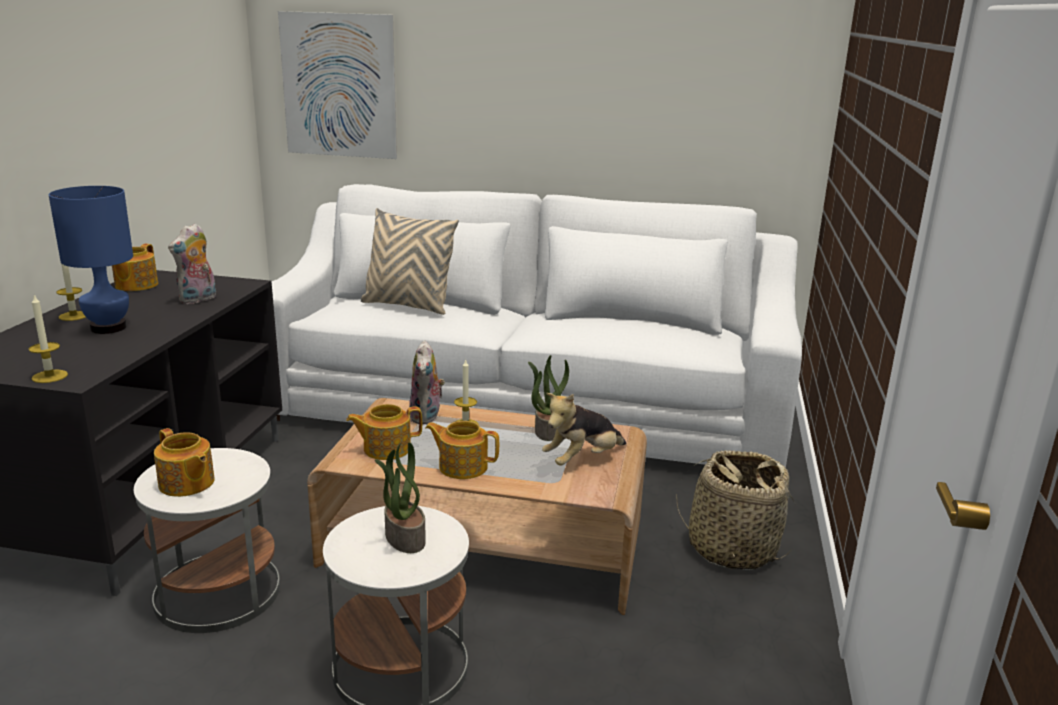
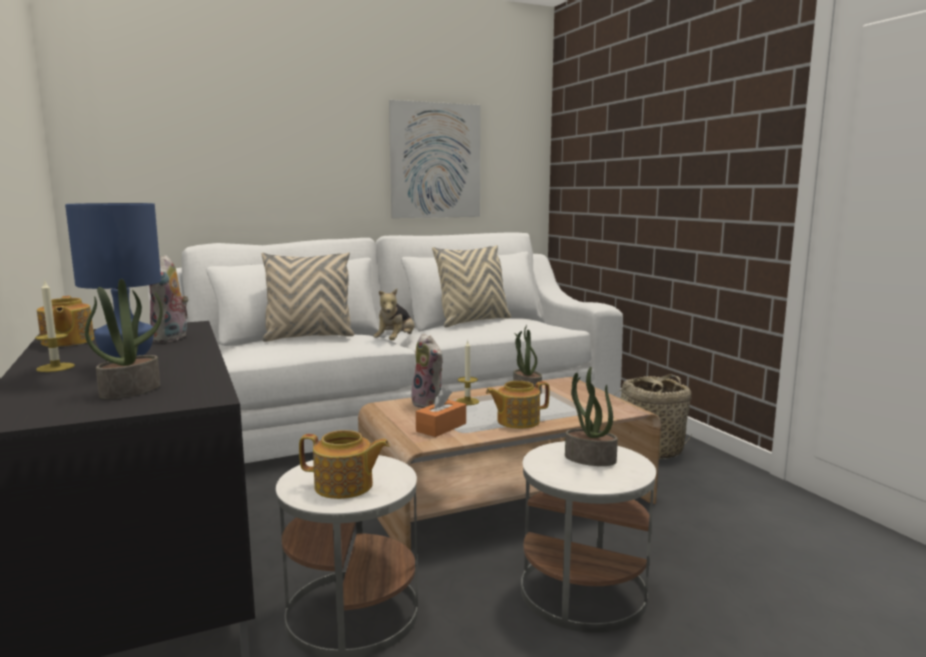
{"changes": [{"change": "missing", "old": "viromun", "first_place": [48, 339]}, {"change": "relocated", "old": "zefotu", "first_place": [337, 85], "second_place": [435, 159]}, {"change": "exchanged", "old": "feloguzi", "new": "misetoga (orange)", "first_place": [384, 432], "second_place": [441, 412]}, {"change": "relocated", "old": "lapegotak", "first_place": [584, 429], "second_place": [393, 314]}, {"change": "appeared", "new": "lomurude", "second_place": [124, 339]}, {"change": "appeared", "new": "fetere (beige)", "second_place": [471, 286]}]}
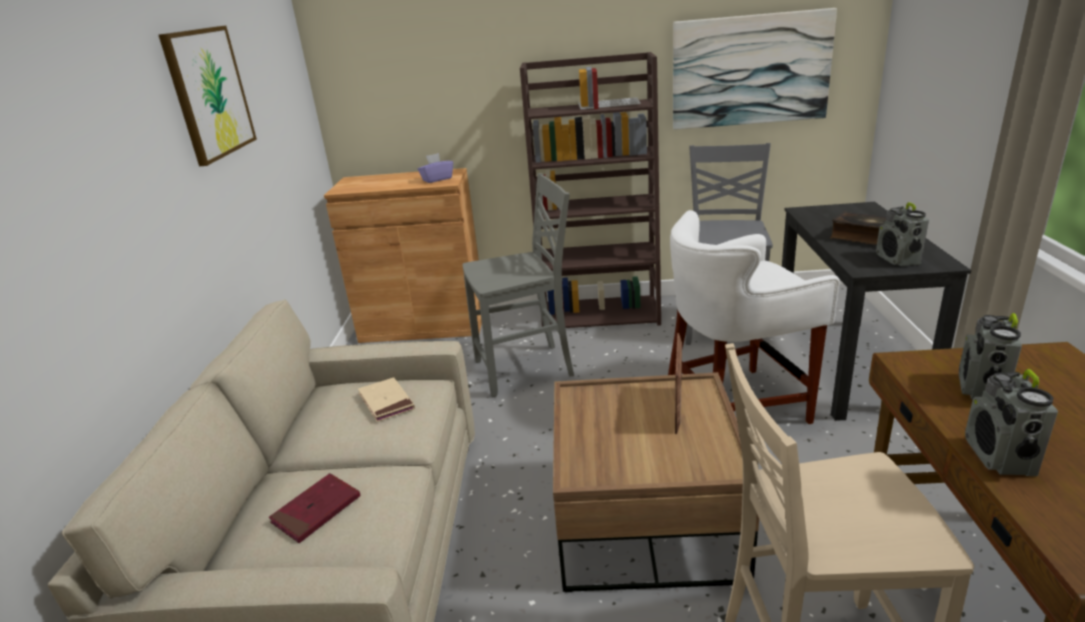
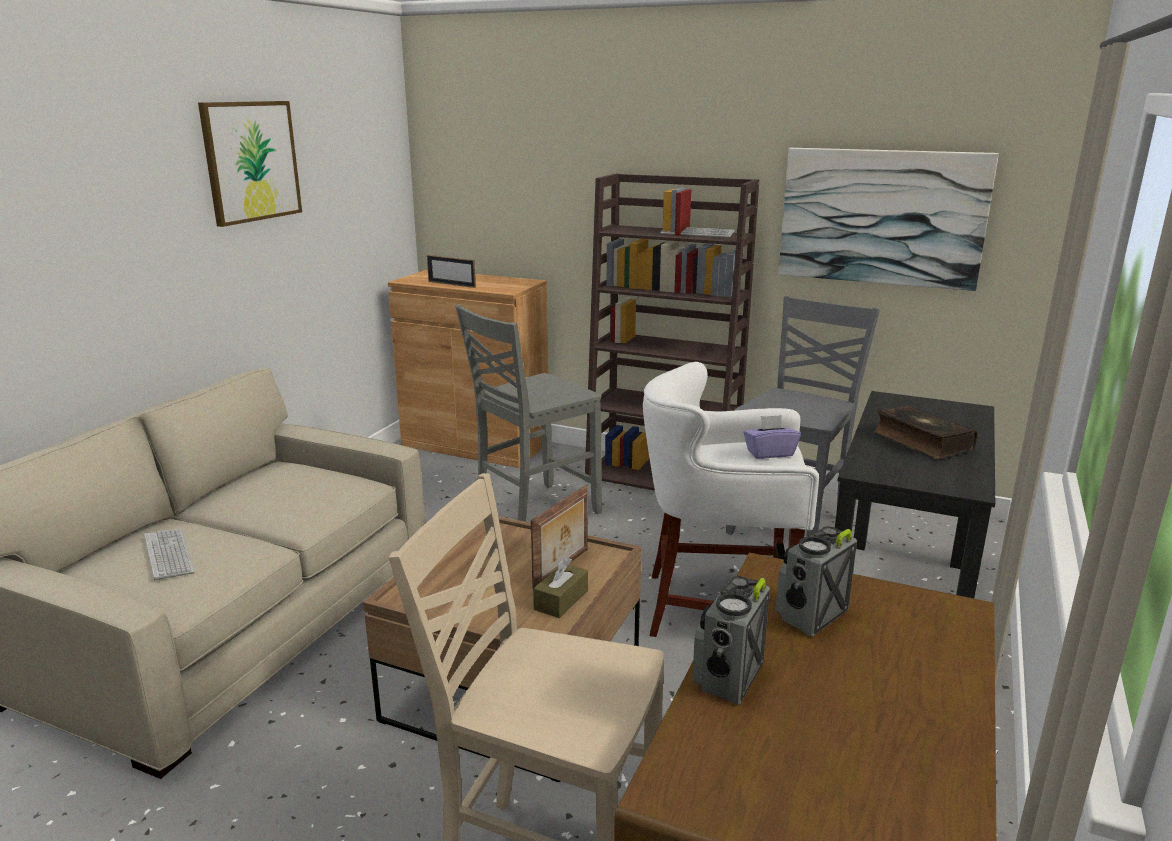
{"changes": [{"change": "exchanged", "old": "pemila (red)", "new": "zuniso", "first_place": [315, 508], "second_place": [169, 554]}, {"change": "missing", "old": "pemila (beige)", "first_place": [386, 400]}, {"change": "relocated", "old": "misetoga (purple)", "first_place": [435, 168], "second_place": [772, 437]}, {"change": "spun", "old": "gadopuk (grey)", "first_place": [518, 285], "second_place": [528, 413], "degrees": 135}, {"change": "missing", "old": "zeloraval", "first_place": [902, 234]}, {"change": "appeared", "new": "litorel", "second_place": [451, 271]}, {"change": "appeared", "new": "misetoga (brown)", "second_place": [560, 587]}]}
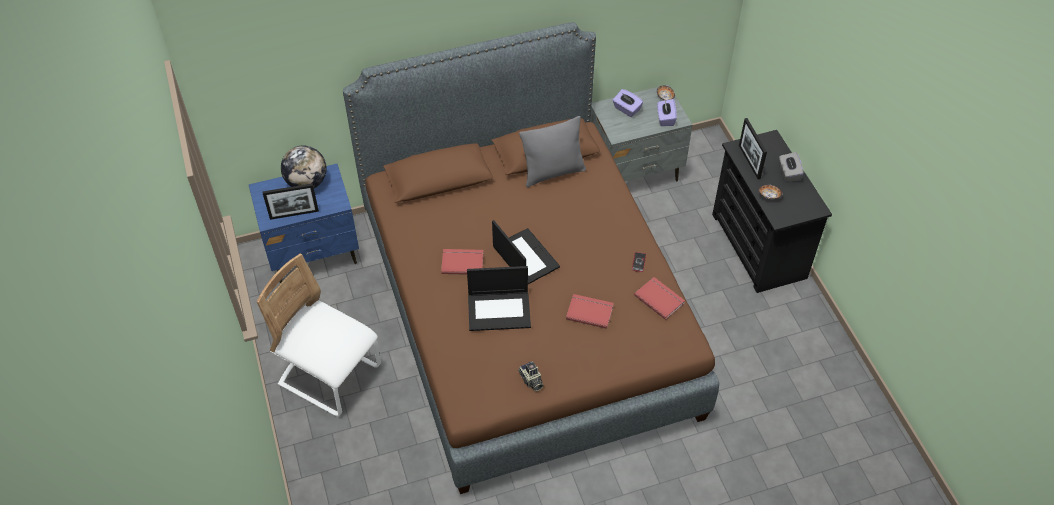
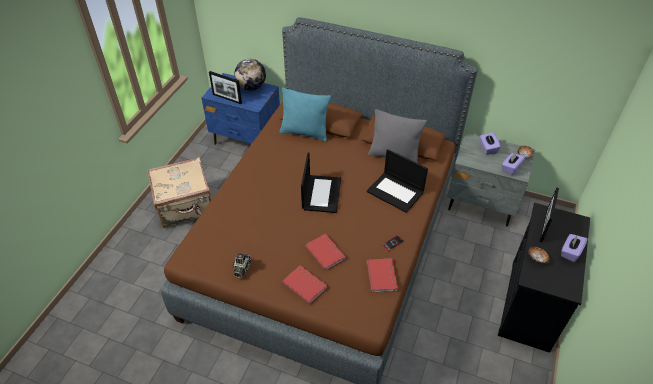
{"changes": [{"change": "exchanged", "old": "gadopuk (white)", "new": "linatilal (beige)", "first_place": [319, 335], "second_place": [179, 192]}, {"change": "relocated", "old": "pemila (red)", "first_place": [462, 262], "second_place": [304, 284]}, {"change": "relocated", "old": "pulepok", "first_place": [499, 298], "second_place": [397, 181]}, {"change": "colour", "old": "misetoga (grey)", "new": "misetoga (purple)", "first_place": [791, 167], "second_place": [574, 248]}, {"change": "appeared", "new": "fetere (turquoise)", "second_place": [305, 114]}]}
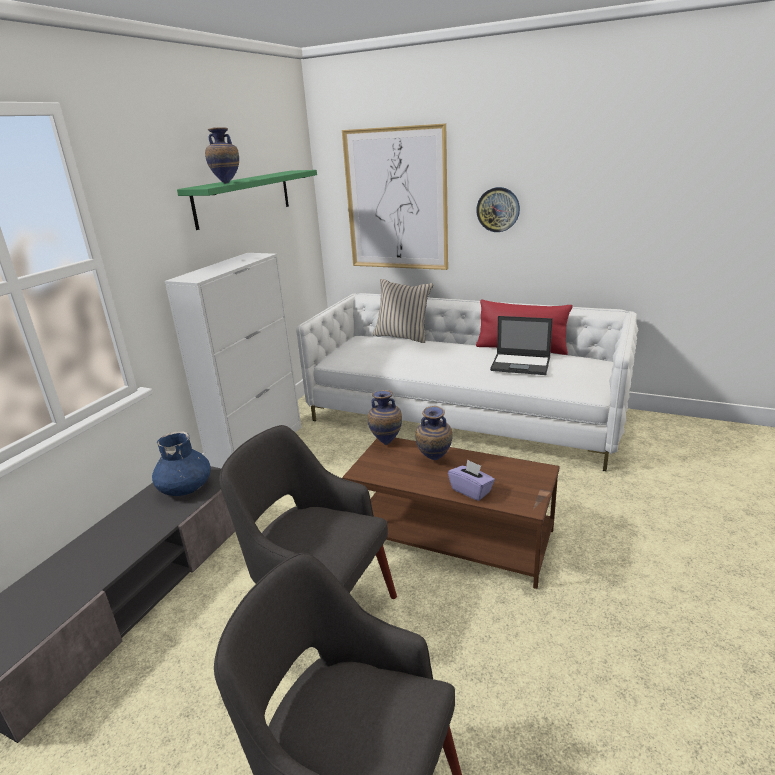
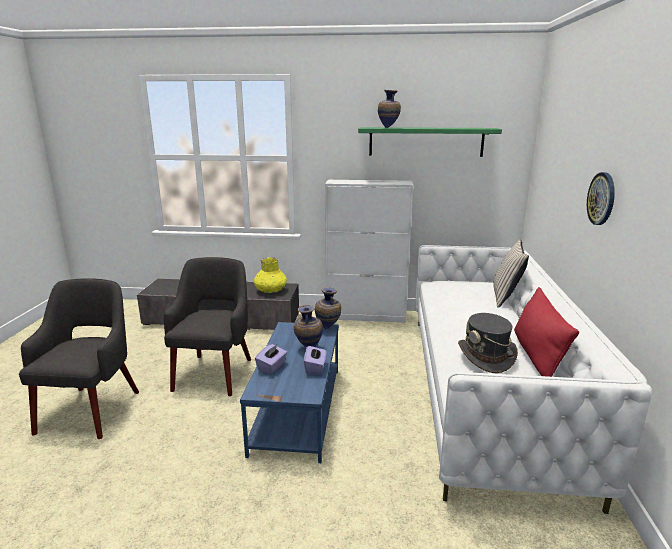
{"changes": [{"change": "colour", "old": "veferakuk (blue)", "new": "veferakuk (yellow)", "first_place": [181, 463], "second_place": [270, 275]}, {"change": "missing", "old": "zefotu", "first_place": [395, 196]}, {"change": "colour", "old": "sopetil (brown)", "new": "sopetil (blue)", "first_place": [451, 513], "second_place": [289, 392]}, {"change": "exchanged", "old": "pulepok", "new": "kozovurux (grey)", "first_place": [521, 345], "second_place": [488, 343]}, {"change": "appeared", "new": "misetoga (purple)", "second_place": [315, 360]}]}
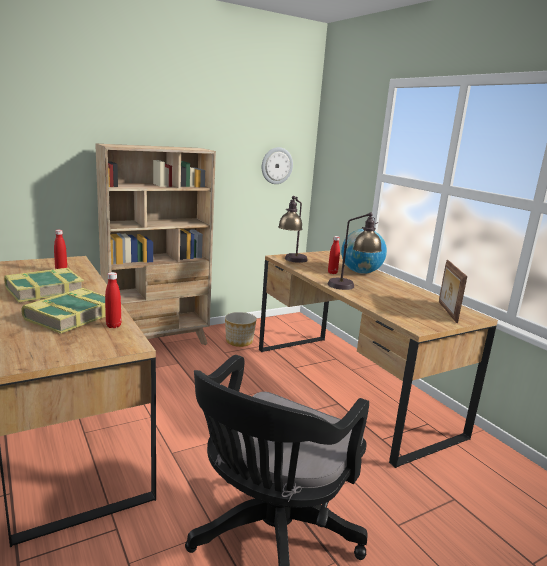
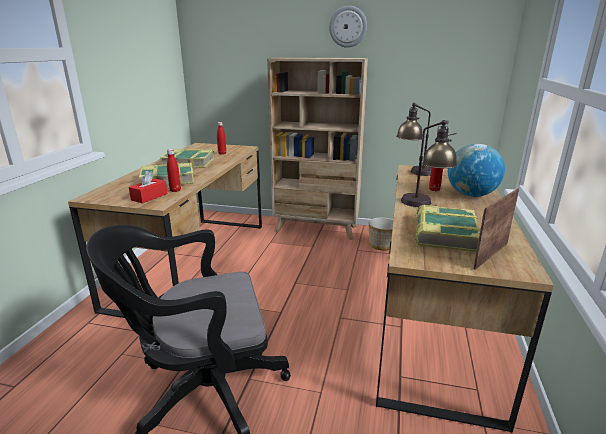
{"changes": [{"change": "relocated", "old": "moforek", "first_place": [277, 165], "second_place": [348, 27]}, {"change": "appeared", "new": "misetoga (red)", "second_place": [148, 187]}, {"change": "appeared", "new": "pemila", "second_place": [447, 228]}]}
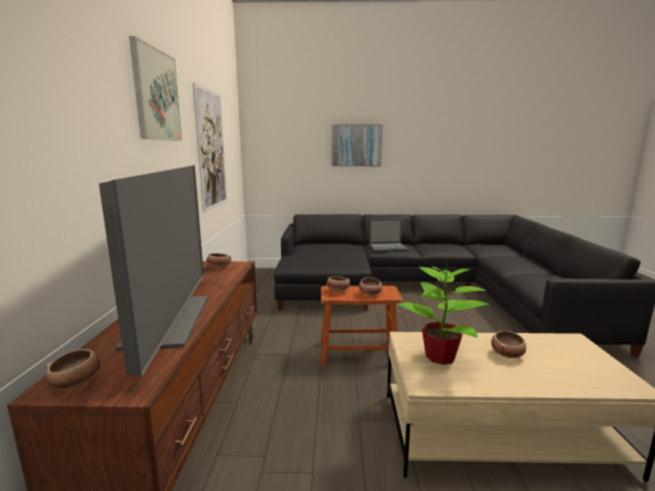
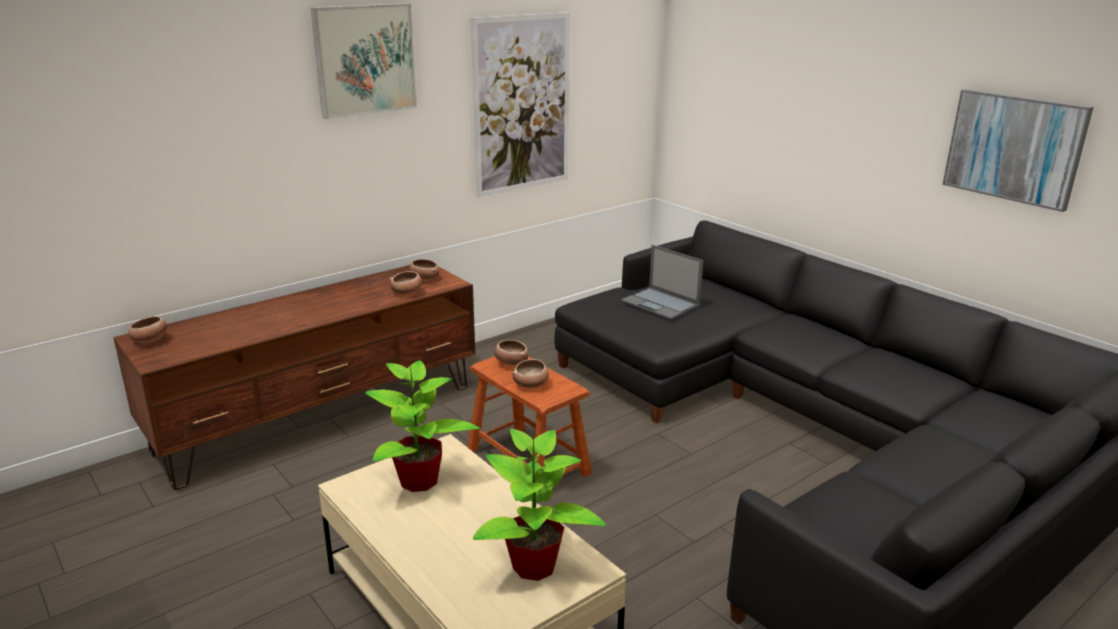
{"changes": [{"change": "missing", "old": "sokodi", "first_place": [153, 271]}, {"change": "relocated", "old": "zefotu", "first_place": [357, 145], "second_place": [1017, 150]}, {"change": "relocated", "old": "pulepok", "first_place": [388, 235], "second_place": [662, 282]}, {"change": "relocated", "old": "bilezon", "first_place": [508, 344], "second_place": [405, 283]}, {"change": "appeared", "new": "lomurude", "second_place": [539, 505]}]}
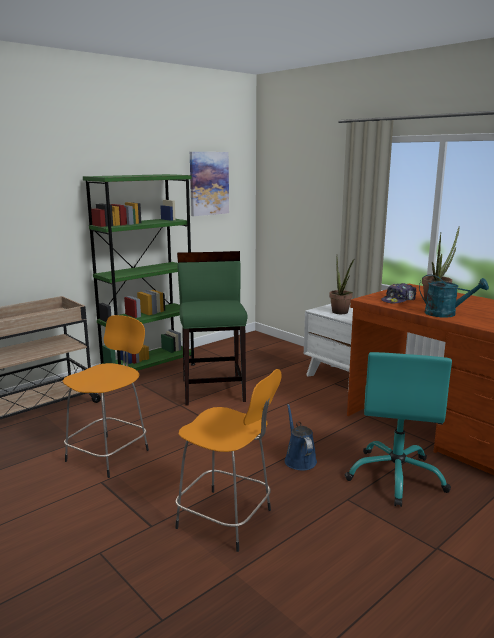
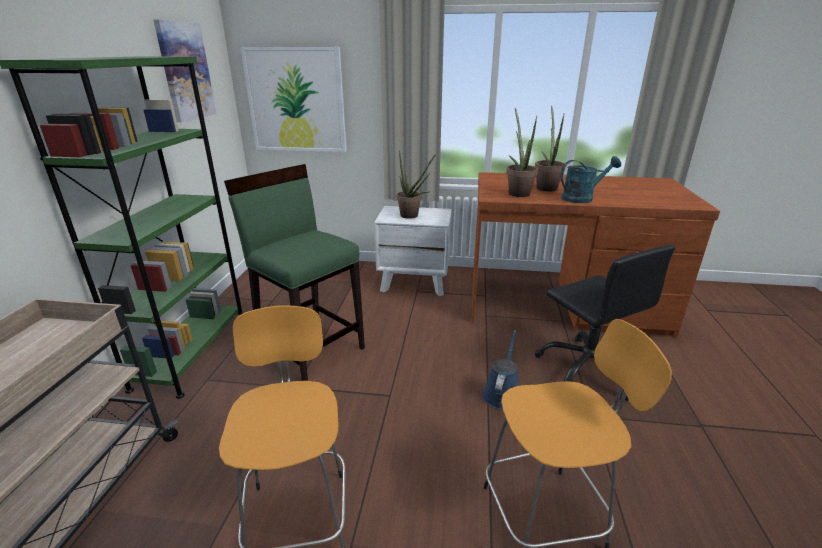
{"changes": [{"change": "spun", "old": "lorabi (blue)", "first_place": [301, 437], "second_place": [500, 370], "degrees": 75}, {"change": "colour", "old": "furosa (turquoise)", "new": "furosa (black)", "first_place": [398, 429], "second_place": [605, 323]}, {"change": "exchanged", "old": "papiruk", "new": "lomurude", "first_place": [398, 293], "second_place": [522, 152]}, {"change": "appeared", "new": "zefotu", "second_place": [294, 99]}]}
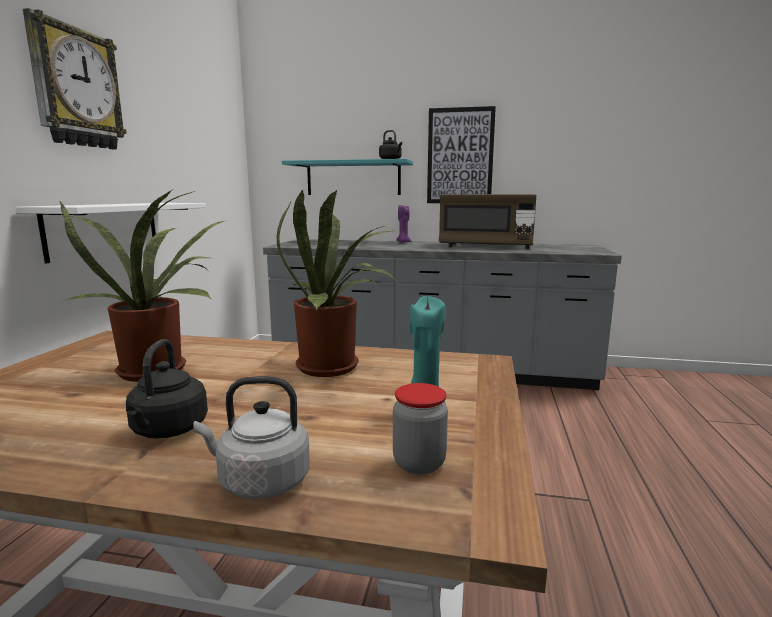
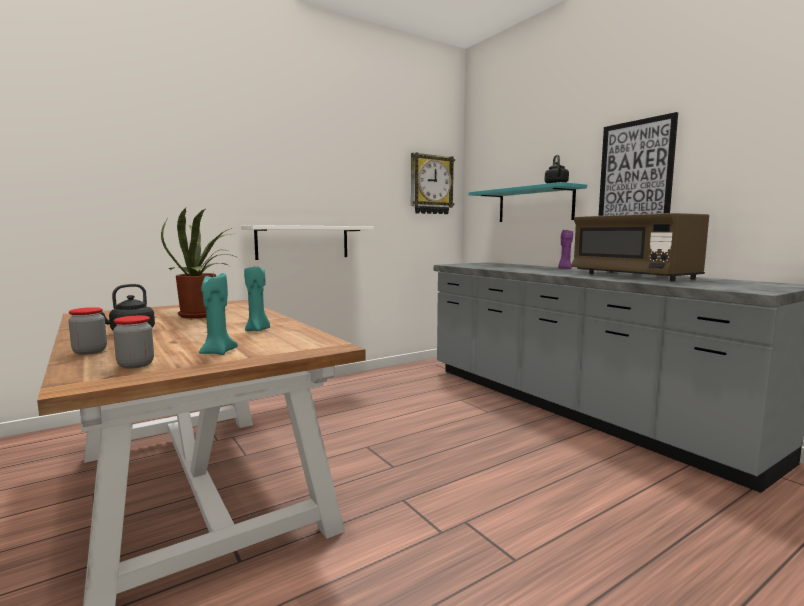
{"changes": [{"change": "relocated", "old": "moforek", "first_place": [75, 78], "second_place": [433, 183]}, {"change": "exchanged", "old": "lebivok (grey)", "new": "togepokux", "first_place": [251, 437], "second_place": [87, 331]}, {"change": "exchanged", "old": "lomurude", "new": "viromun (turquoise)", "first_place": [336, 283], "second_place": [257, 298]}]}
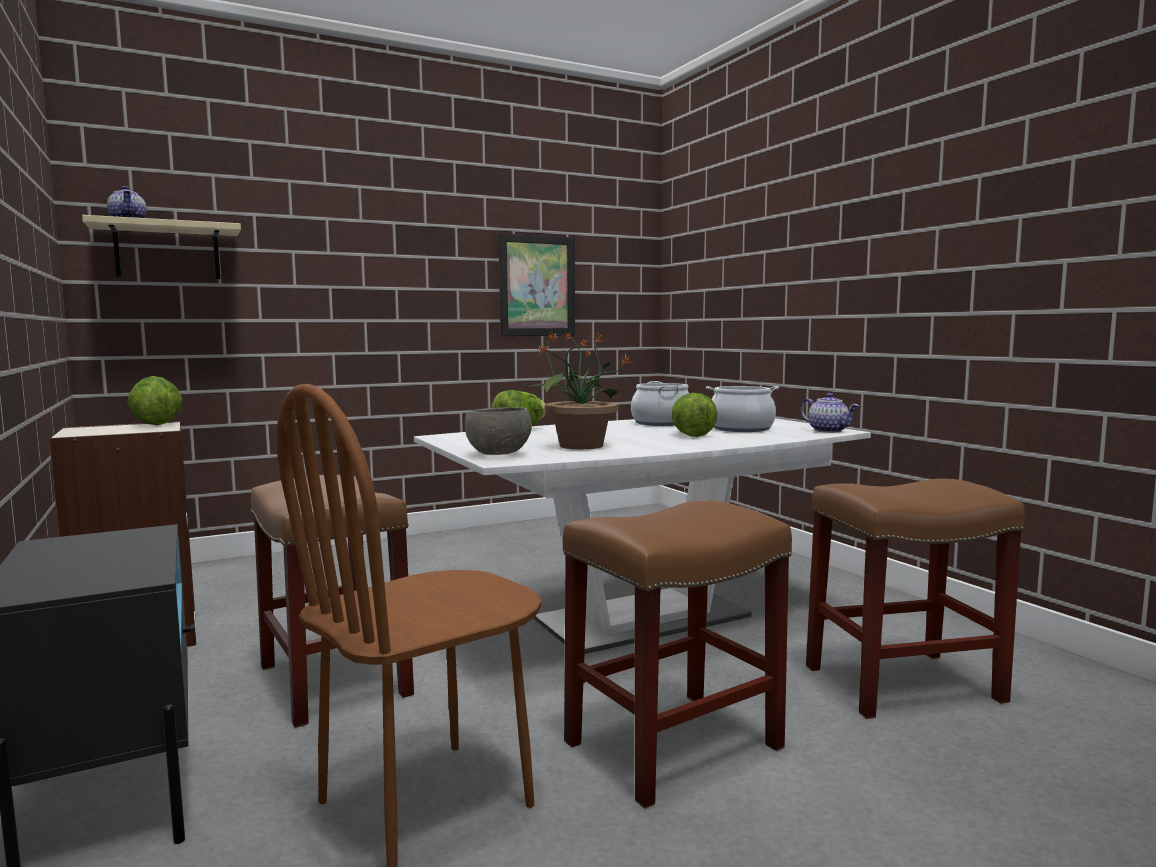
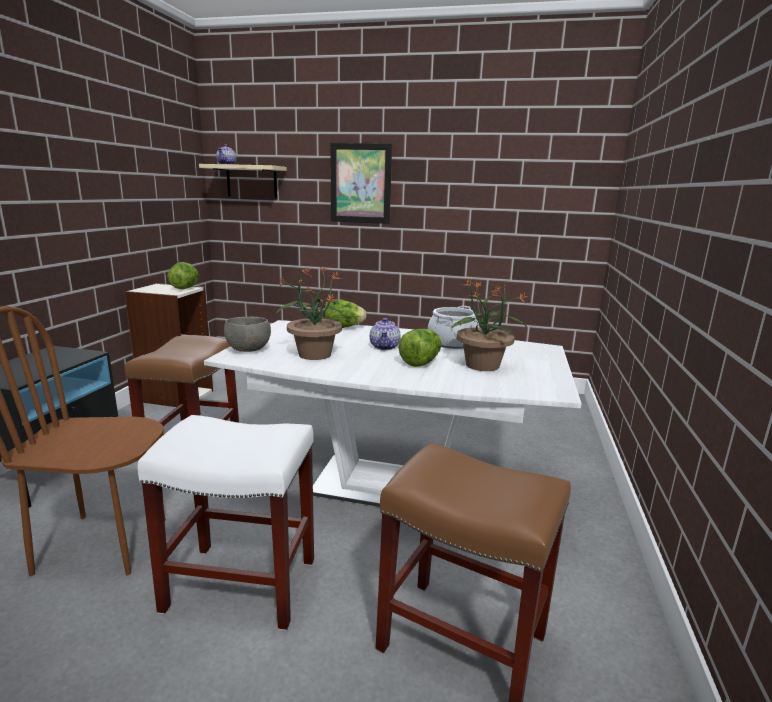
{"changes": [{"change": "relocated", "old": "zefotu", "first_place": [536, 284], "second_place": [361, 183]}, {"change": "colour", "old": "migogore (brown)", "new": "migogore (white)", "first_place": [677, 654], "second_place": [226, 523]}, {"change": "exchanged", "old": "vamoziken", "new": "lomurude", "first_place": [742, 409], "second_place": [490, 325]}, {"change": "relocated", "old": "feloguzi", "first_place": [830, 413], "second_place": [385, 334]}]}
